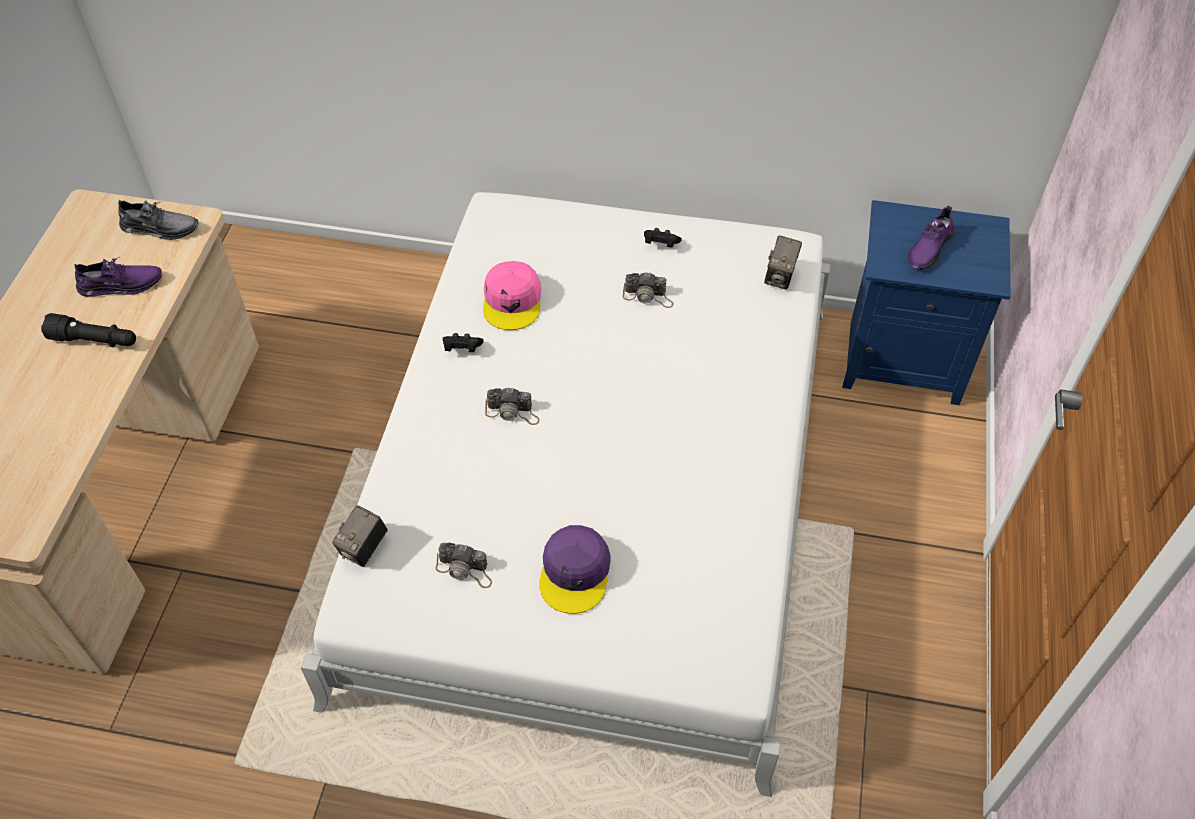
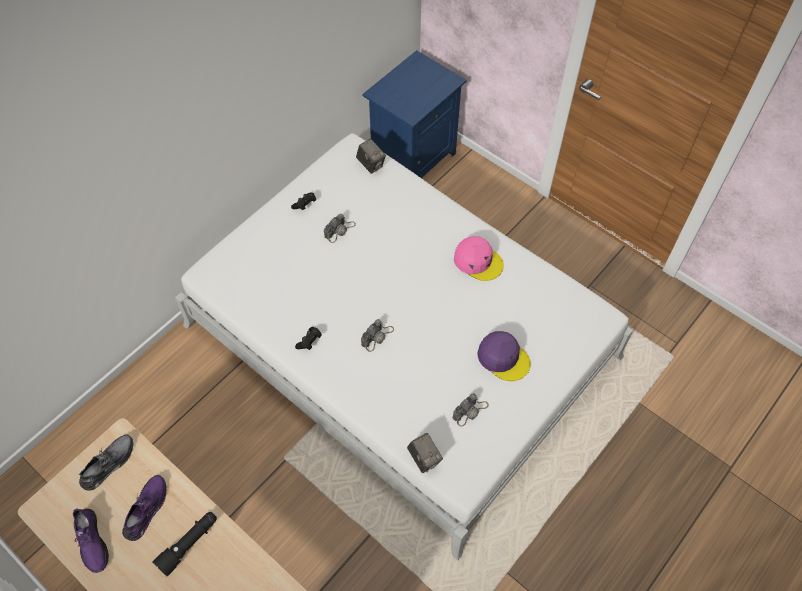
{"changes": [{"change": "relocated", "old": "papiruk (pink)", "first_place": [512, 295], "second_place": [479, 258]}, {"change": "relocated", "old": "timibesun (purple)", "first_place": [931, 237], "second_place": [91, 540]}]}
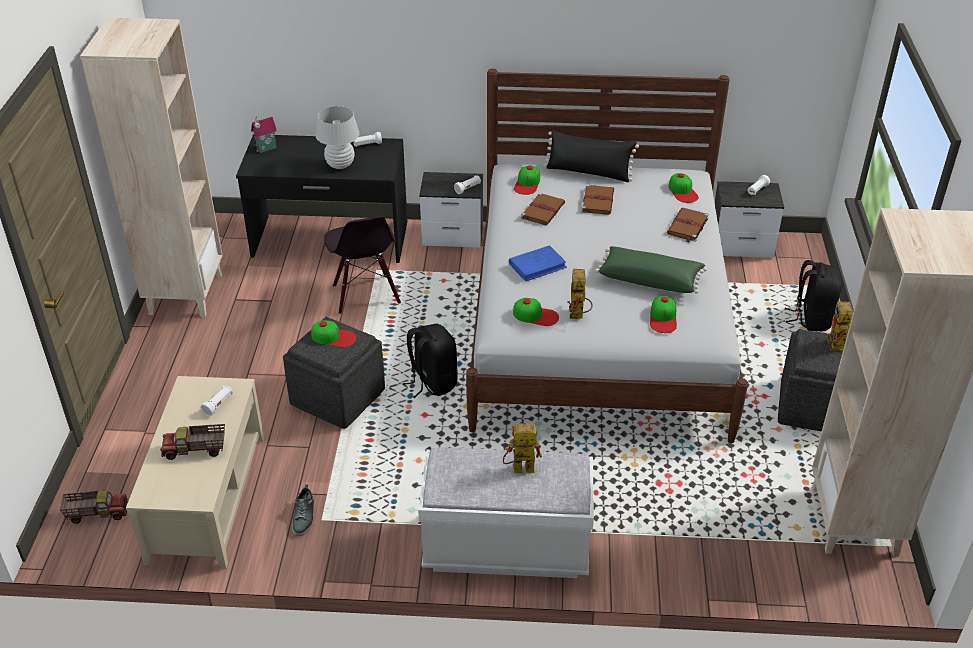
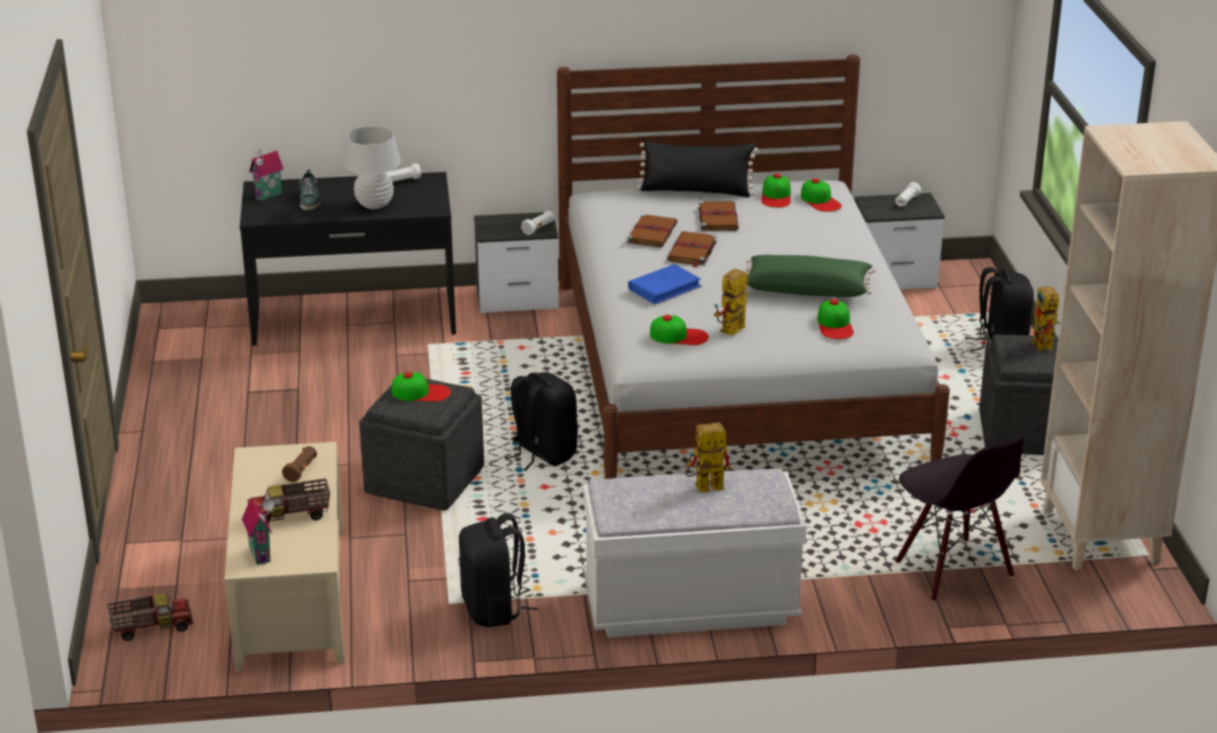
{"changes": [{"change": "missing", "old": "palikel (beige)", "first_place": [151, 167]}, {"change": "colour", "old": "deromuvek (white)", "new": "deromuvek (brown)", "first_place": [217, 401], "second_place": [299, 464]}, {"change": "relocated", "old": "timibesun", "first_place": [303, 510], "second_place": [309, 189]}, {"change": "relocated", "old": "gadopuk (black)", "first_place": [362, 265], "second_place": [960, 519]}, {"change": "relocated", "old": "papiruk", "first_place": [527, 180], "second_place": [776, 191]}, {"change": "spun", "old": "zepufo", "first_place": [580, 294], "second_place": [731, 302], "degrees": 45}, {"change": "relocated", "old": "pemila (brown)", "first_place": [688, 225], "second_place": [692, 249]}, {"change": "appeared", "new": "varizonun", "second_place": [258, 531]}, {"change": "appeared", "new": "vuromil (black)", "second_place": [498, 570]}]}
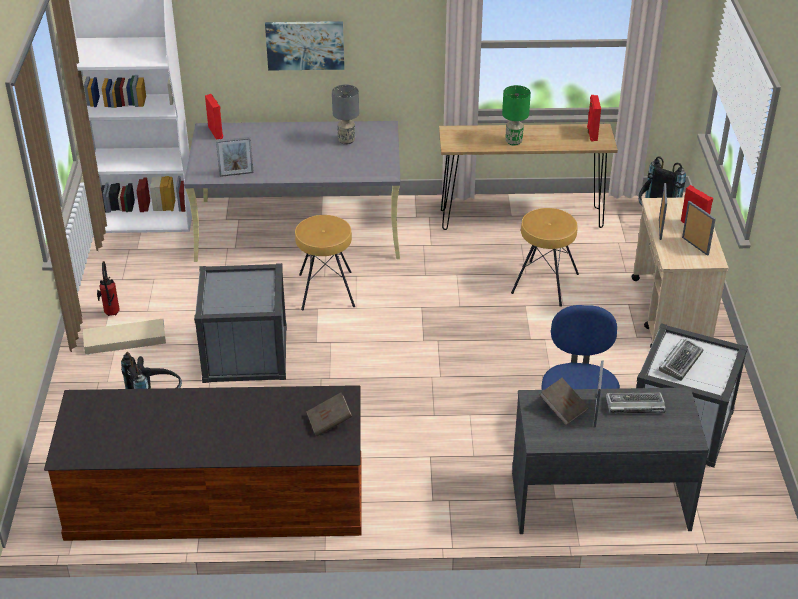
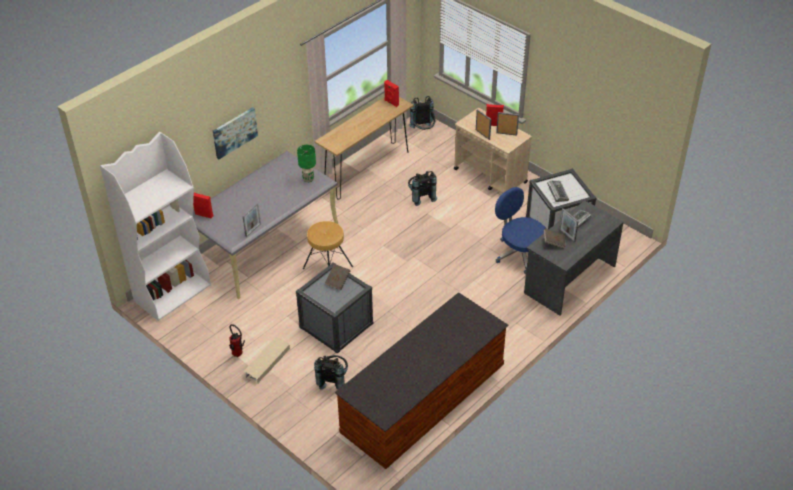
{"changes": [{"change": "relocated", "old": "pemila (brown)", "first_place": [329, 414], "second_place": [338, 277]}, {"change": "missing", "old": "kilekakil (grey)", "first_place": [345, 115]}, {"change": "relocated", "old": "kilekakil (green)", "first_place": [516, 115], "second_place": [306, 164]}, {"change": "exchanged", "old": "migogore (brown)", "new": "vuromil (black)", "first_place": [545, 257], "second_place": [422, 188]}]}
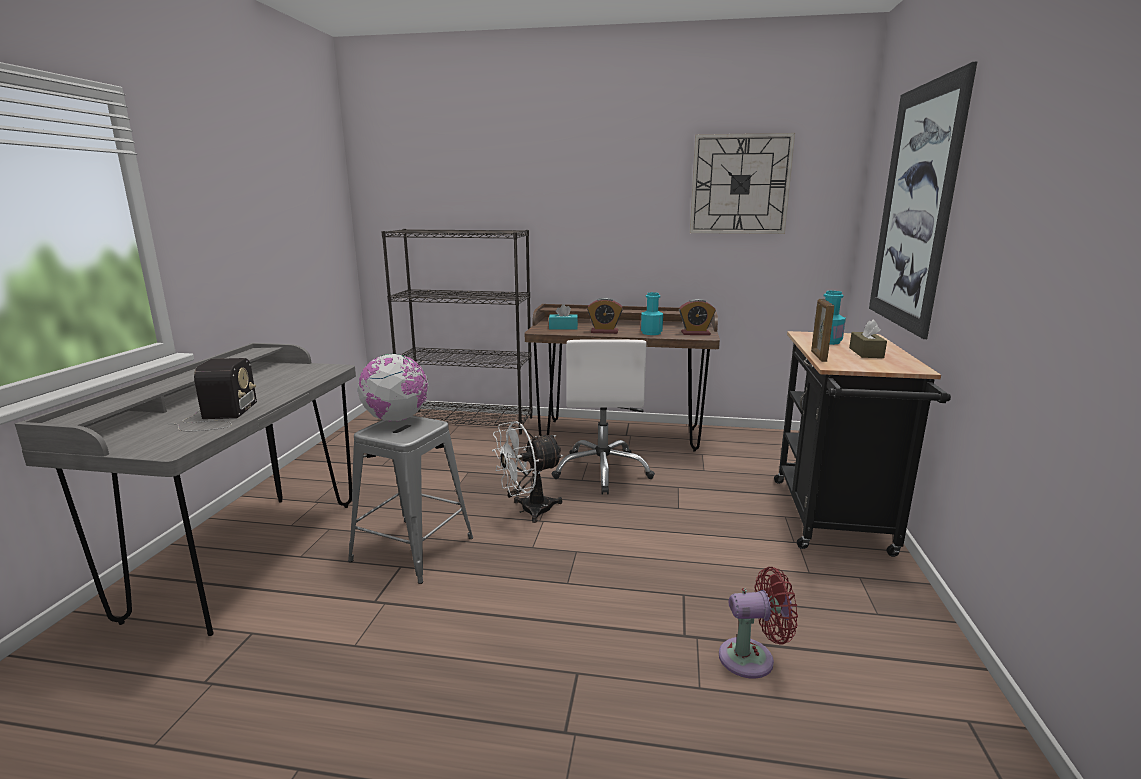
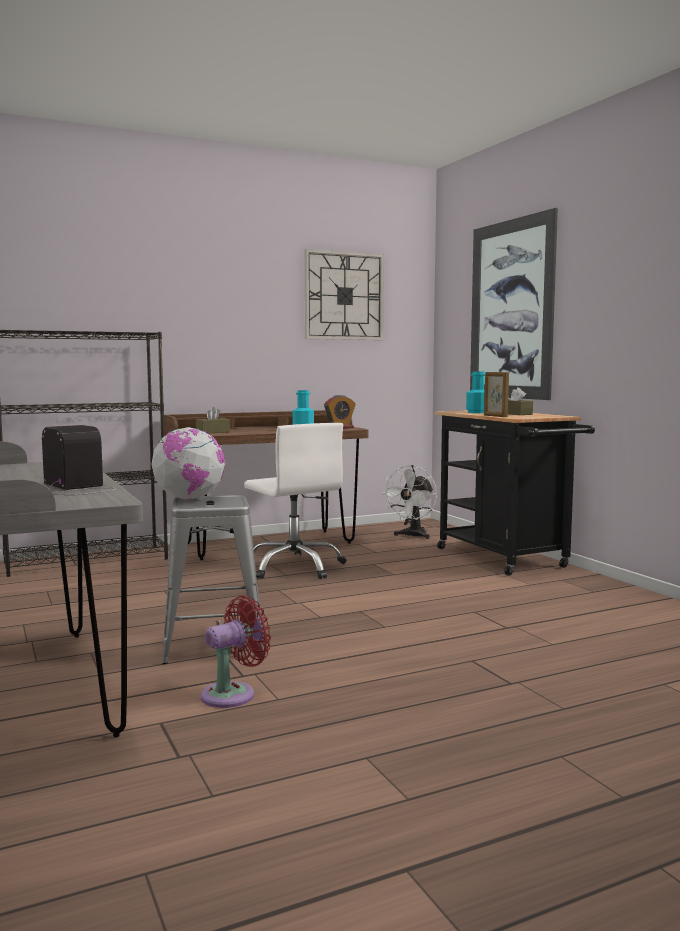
{"changes": [{"change": "relocated", "old": "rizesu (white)", "first_place": [527, 472], "second_place": [409, 502]}, {"change": "colour", "old": "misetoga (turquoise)", "new": "misetoga (brown)", "first_place": [563, 317], "second_place": [213, 420]}, {"change": "missing", "old": "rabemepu", "first_place": [605, 315]}, {"change": "relocated", "old": "rizesu (red)", "first_place": [758, 623], "second_place": [236, 651]}]}
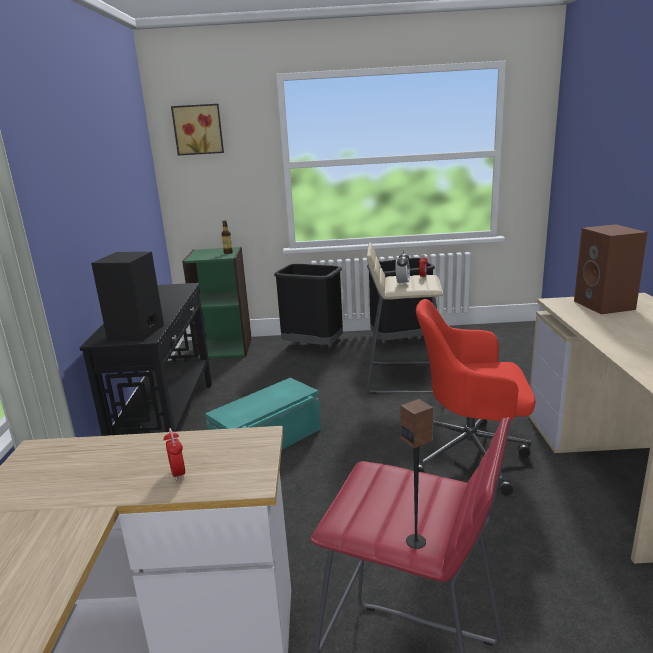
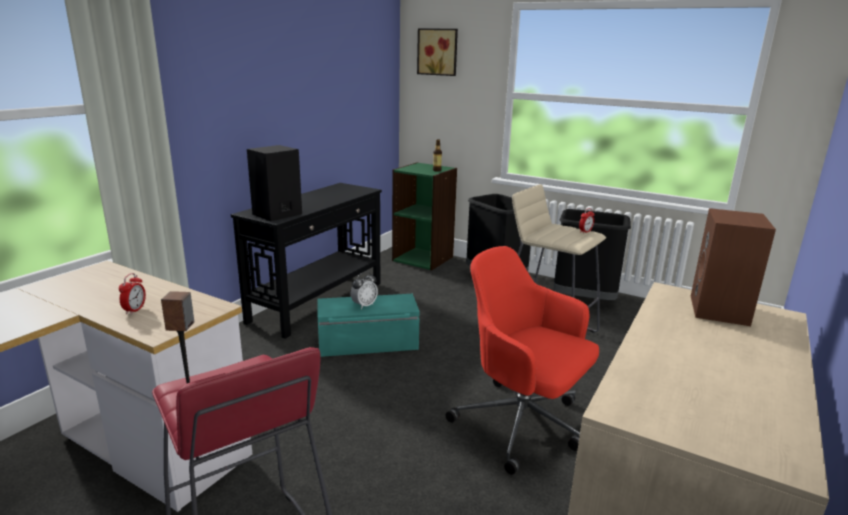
{"changes": [{"change": "relocated", "old": "rabemepu", "first_place": [402, 267], "second_place": [364, 290]}]}
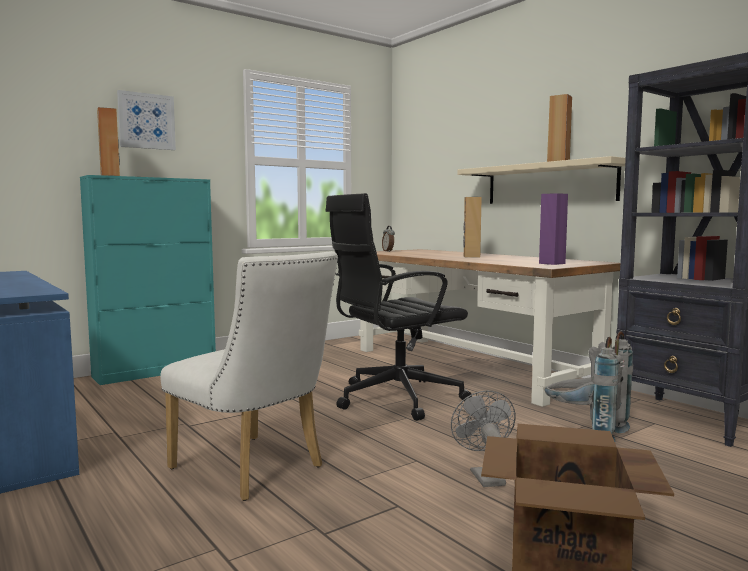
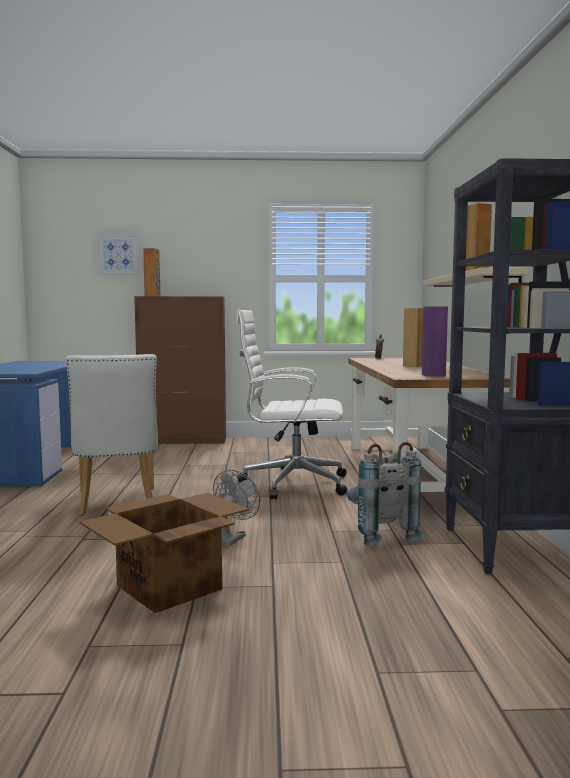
{"changes": [{"change": "colour", "old": "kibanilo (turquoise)", "new": "kibanilo (brown)", "first_place": [148, 280], "second_place": [180, 370]}, {"change": "relocated", "old": "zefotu", "first_place": [146, 120], "second_place": [118, 254]}, {"change": "colour", "old": "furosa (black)", "new": "furosa (white)", "first_place": [399, 307], "second_place": [291, 404]}]}
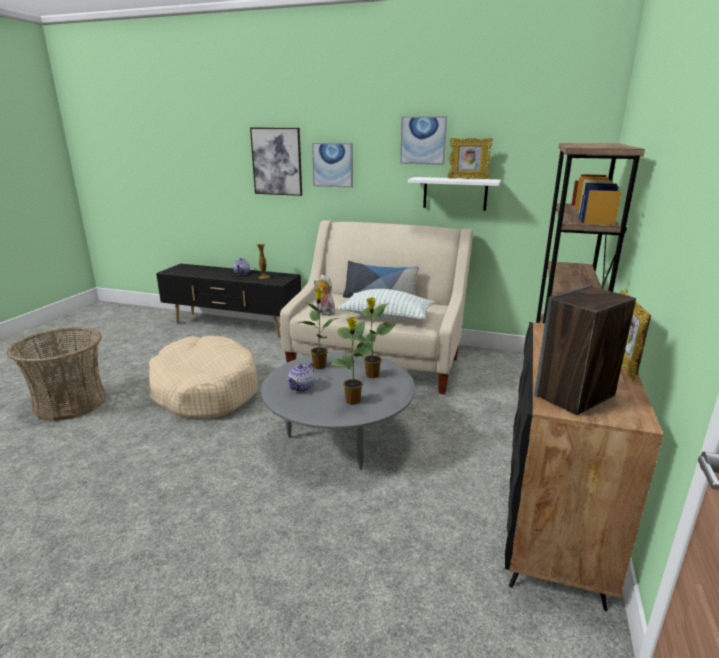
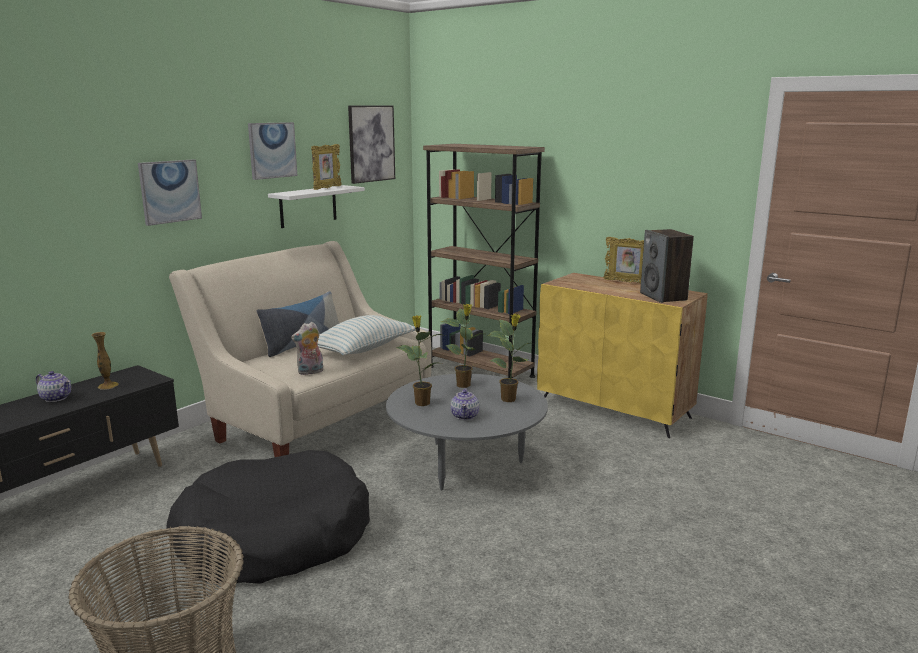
{"changes": [{"change": "colour", "old": "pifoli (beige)", "new": "pifoli (black)", "first_place": [203, 378], "second_place": [268, 517]}, {"change": "relocated", "old": "zefotu", "first_place": [276, 162], "second_place": [371, 145]}, {"change": "spun", "old": "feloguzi", "first_place": [301, 377], "second_place": [465, 404], "degrees": 45}, {"change": "colour", "old": "kibanilo (black)", "new": "kibanilo (yellow)", "first_place": [584, 466], "second_place": [622, 355]}]}
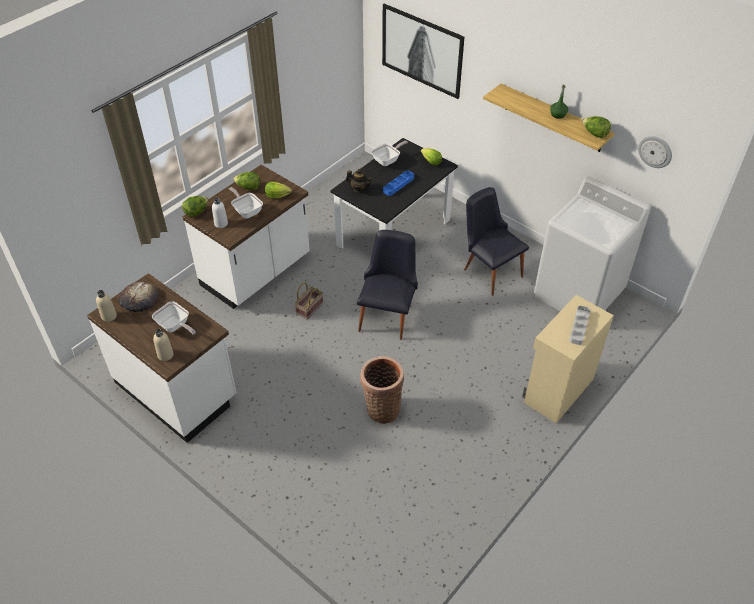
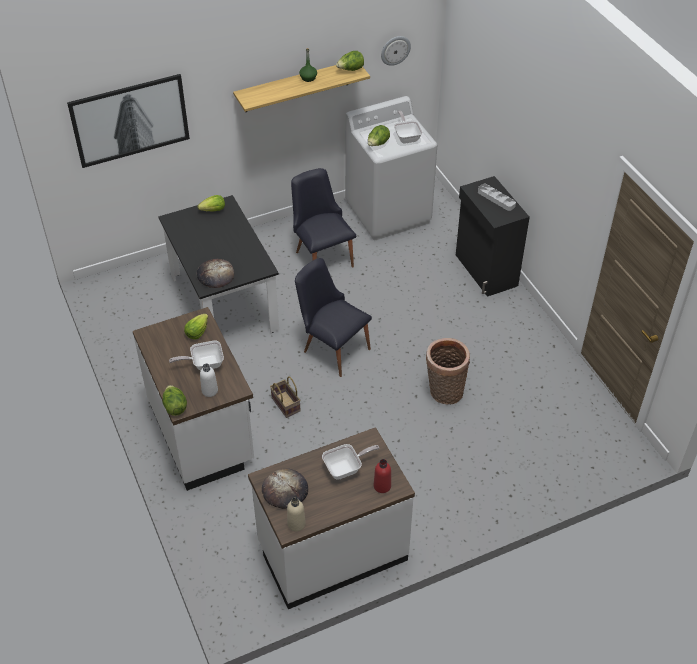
{"changes": [{"change": "colour", "old": "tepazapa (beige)", "new": "tepazapa (red)", "first_place": [163, 345], "second_place": [382, 476]}, {"change": "relocated", "old": "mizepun", "first_place": [246, 181], "second_place": [379, 135]}, {"change": "exchanged", "old": "feloguzi", "new": "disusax", "first_place": [359, 181], "second_place": [215, 273]}, {"change": "relocated", "old": "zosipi", "first_place": [389, 153], "second_place": [408, 127]}, {"change": "missing", "old": "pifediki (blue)", "first_place": [398, 183]}, {"change": "spun", "old": "gadopuk (black)", "first_place": [496, 241], "second_place": [323, 217], "degrees": 75}, {"change": "colour", "old": "kibanilo (beige)", "new": "kibanilo (black)", "first_place": [568, 359], "second_place": [493, 236]}]}
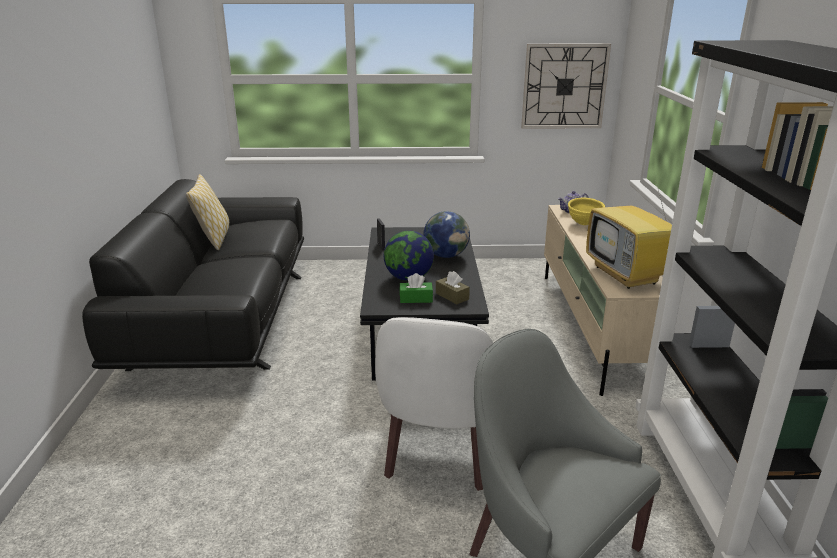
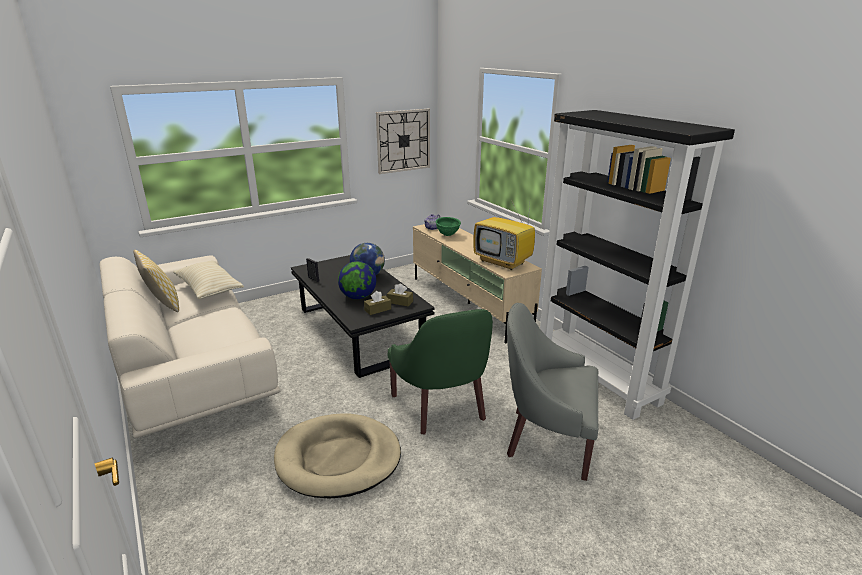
{"changes": [{"change": "colour", "old": "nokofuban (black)", "new": "nokofuban (beige)", "first_place": [193, 275], "second_place": [189, 346]}, {"change": "colour", "old": "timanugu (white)", "new": "timanugu (green)", "first_place": [434, 404], "second_place": [440, 372]}, {"change": "colour", "old": "misetoga (green)", "new": "misetoga (brown)", "first_place": [416, 288], "second_place": [377, 303]}, {"change": "colour", "old": "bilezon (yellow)", "new": "bilezon (green)", "first_place": [586, 211], "second_place": [448, 226]}, {"change": "appeared", "new": "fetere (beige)", "second_place": [208, 280]}, {"change": "appeared", "new": "pifoli (beige)", "second_place": [337, 455]}]}
